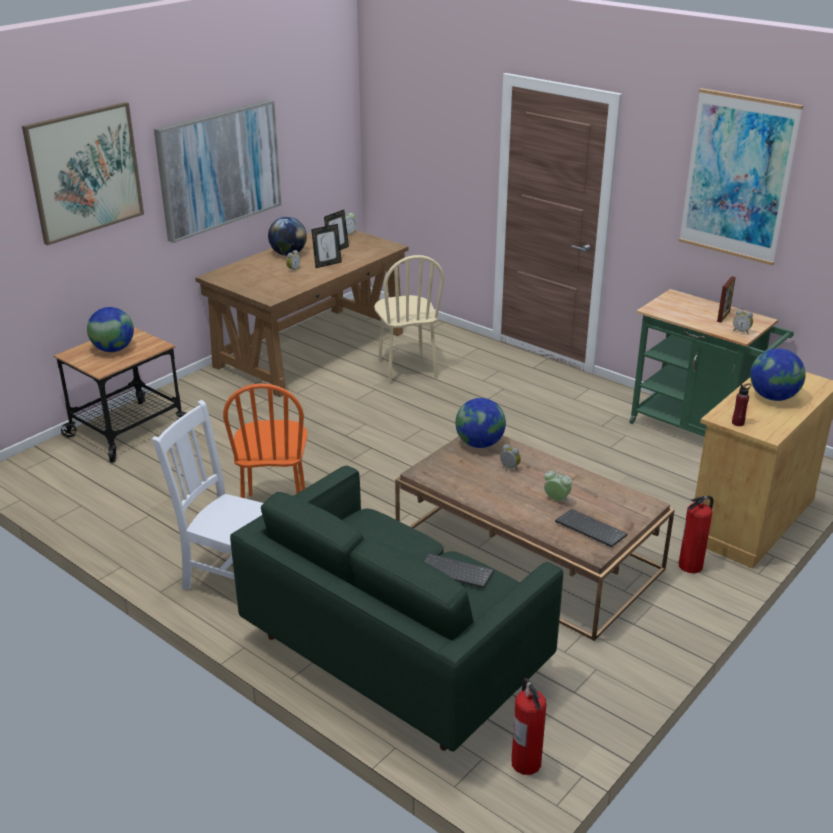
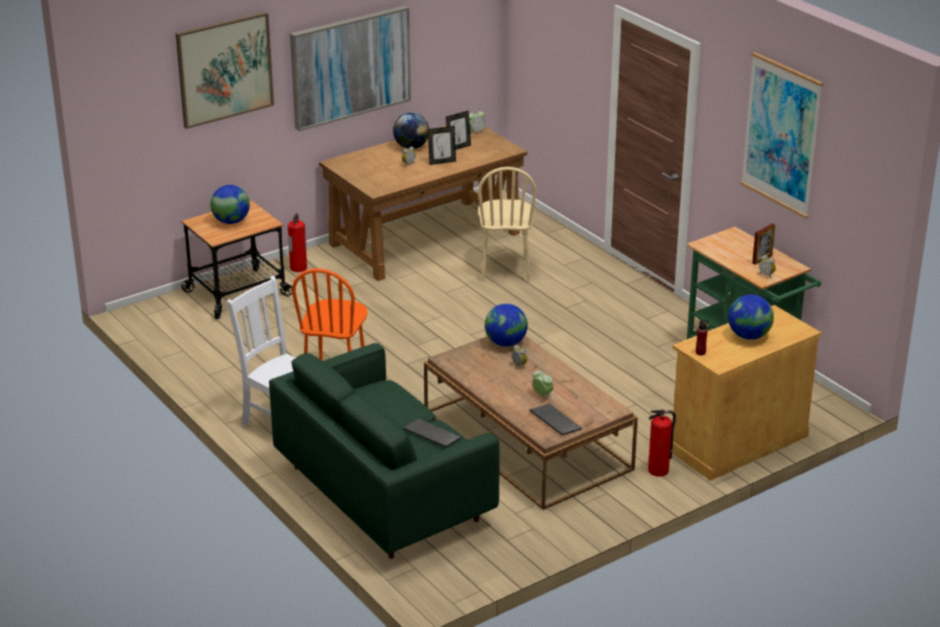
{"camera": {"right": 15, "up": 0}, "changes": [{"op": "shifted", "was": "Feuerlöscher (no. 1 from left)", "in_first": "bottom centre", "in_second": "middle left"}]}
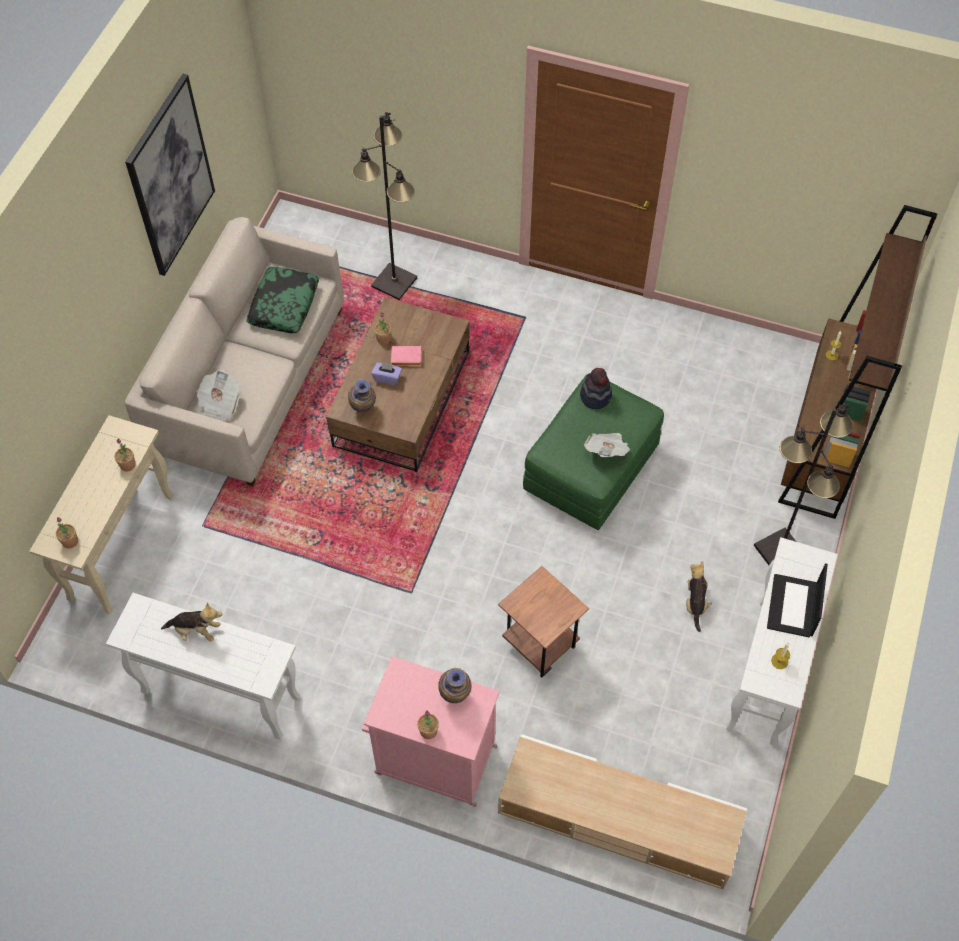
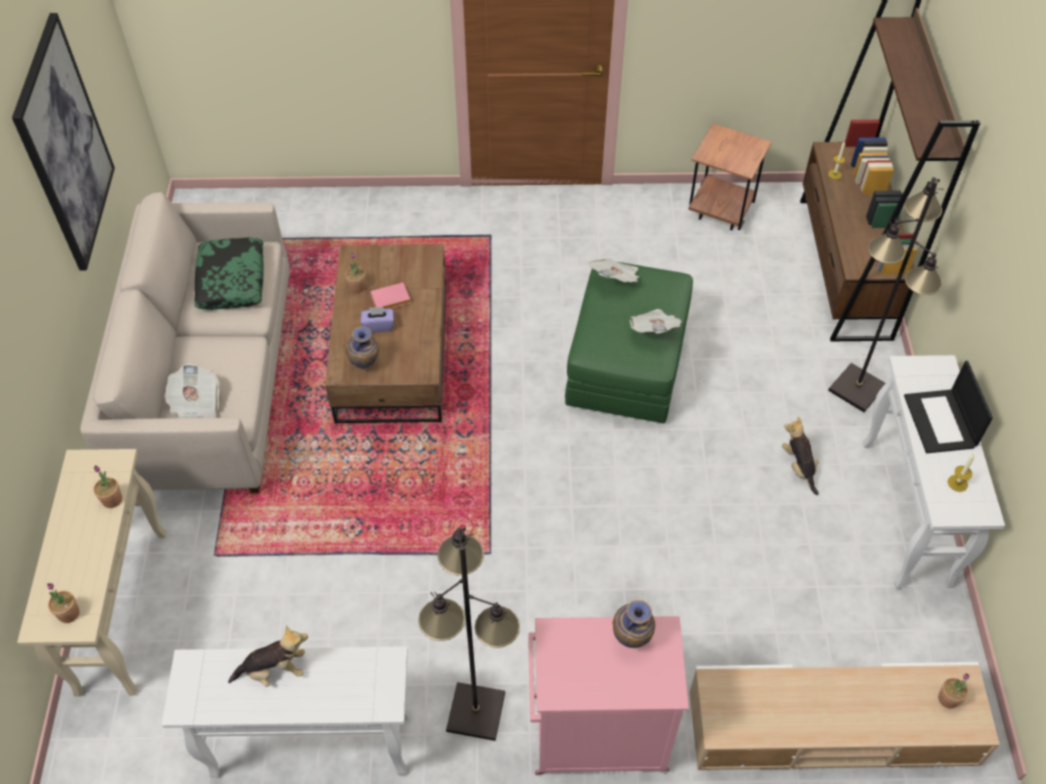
{"camera": {"right": -20, "up": -5}, "changes": [{"op": "shifted", "was": "Stehlampe/schwarz (no. 1 from left)", "in_first": "top centre", "in_second": "bottom centre"}, {"op": "swapped", "was": "Hut", "now": "Zeitung (no. 2 from left)", "in_first": "centre", "in_second": "centre"}, {"op": "shifted", "was": "Beistelltisch/braun", "in_first": "centre", "in_second": "top right"}, {"op": "shifted", "was": "Topfpflanze (no. 4 from left)", "in_first": "bottom centre", "in_second": "bottom right"}]}
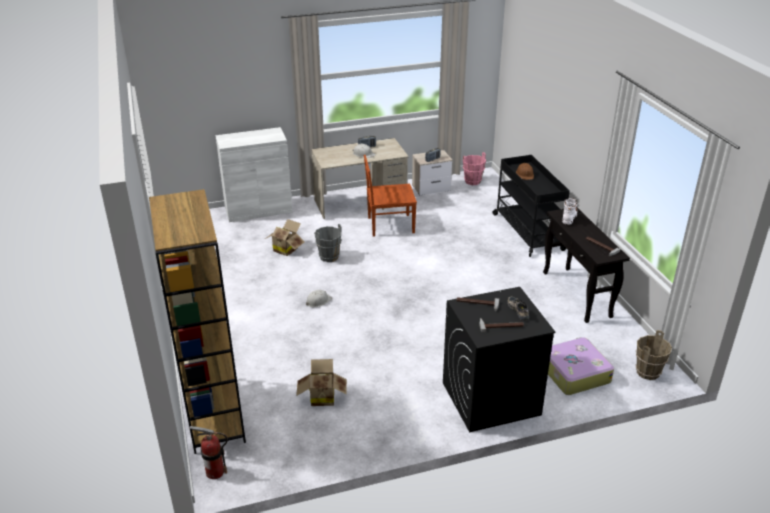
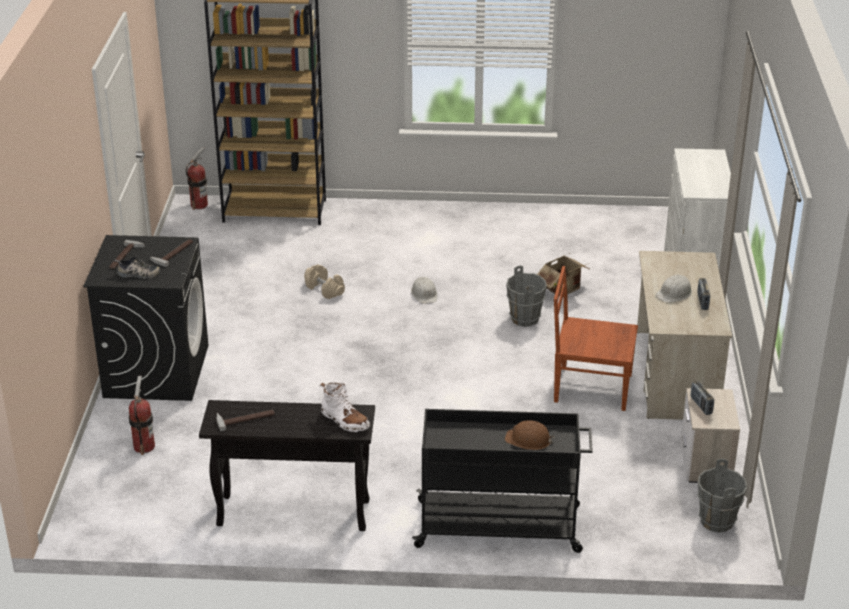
{"camera": {"right": 110, "up": 0}, "changes": [{"op": "repainted", "was": "Eimer/rosa", "now": "Eimer/grau (no. 2 from left)", "in_first": "top centre", "in_second": "bottom right"}, {"op": "rotated", "was": "Stuhl/braun", "in_first": "centre", "in_second": "middle right", "clockwise": -90}, {"op": "gone", "was": "Eimer/braun", "in_first": "bottom right"}, {"op": "swapped", "was": "Koffer", "now": "Feuerlöscher (no. 1 from left)", "in_first": "bottom right", "in_second": "bottom left"}, {"op": "gone", "was": "Karton (no. 2 from left)", "in_first": "bottom centre"}, {"op": "new", "now": "Hantel/beige", "in_second": "centre"}]}
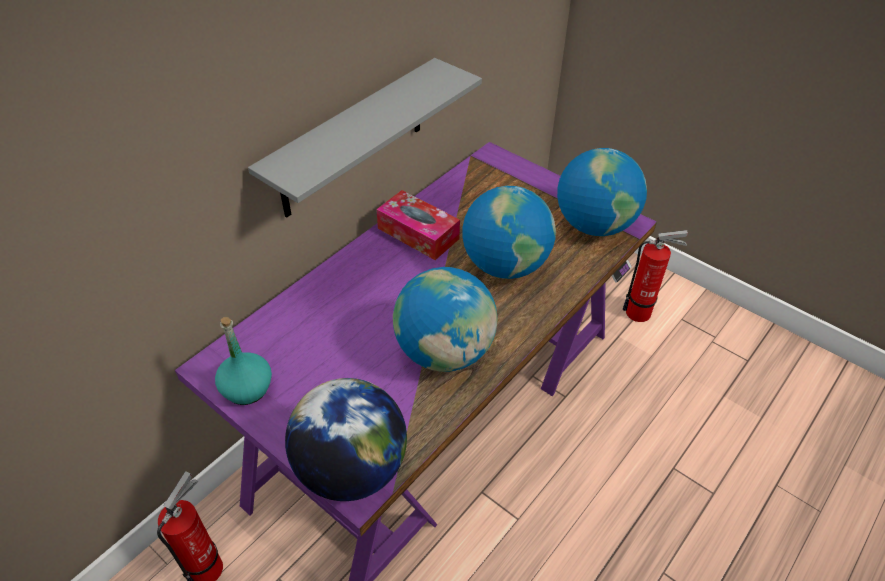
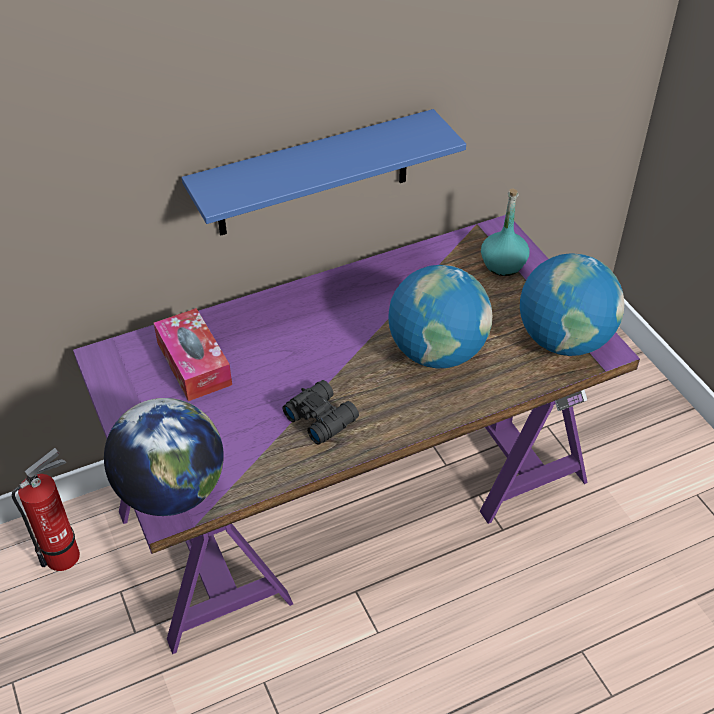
{"camera": {"right": 25, "up": 0}, "changes": [{"op": "repainted", "was": "Wandregal/grau", "now": "Wandregal/blau", "in_first": "top centre", "in_second": "top centre"}, {"op": "shifted", "was": "Taschentuchbox", "in_first": "centre", "in_second": "middle left"}, {"op": "gone", "was": "Feuerlöscher (no. 2 from left)", "in_first": "middle right"}, {"op": "swapped", "was": "Globus (no. 2 from left)", "now": "Fernglas/schwarz", "in_first": "centre", "in_second": "centre"}, {"op": "shifted", "was": "Flasche/türkis", "in_first": "middle left", "in_second": "top right"}]}
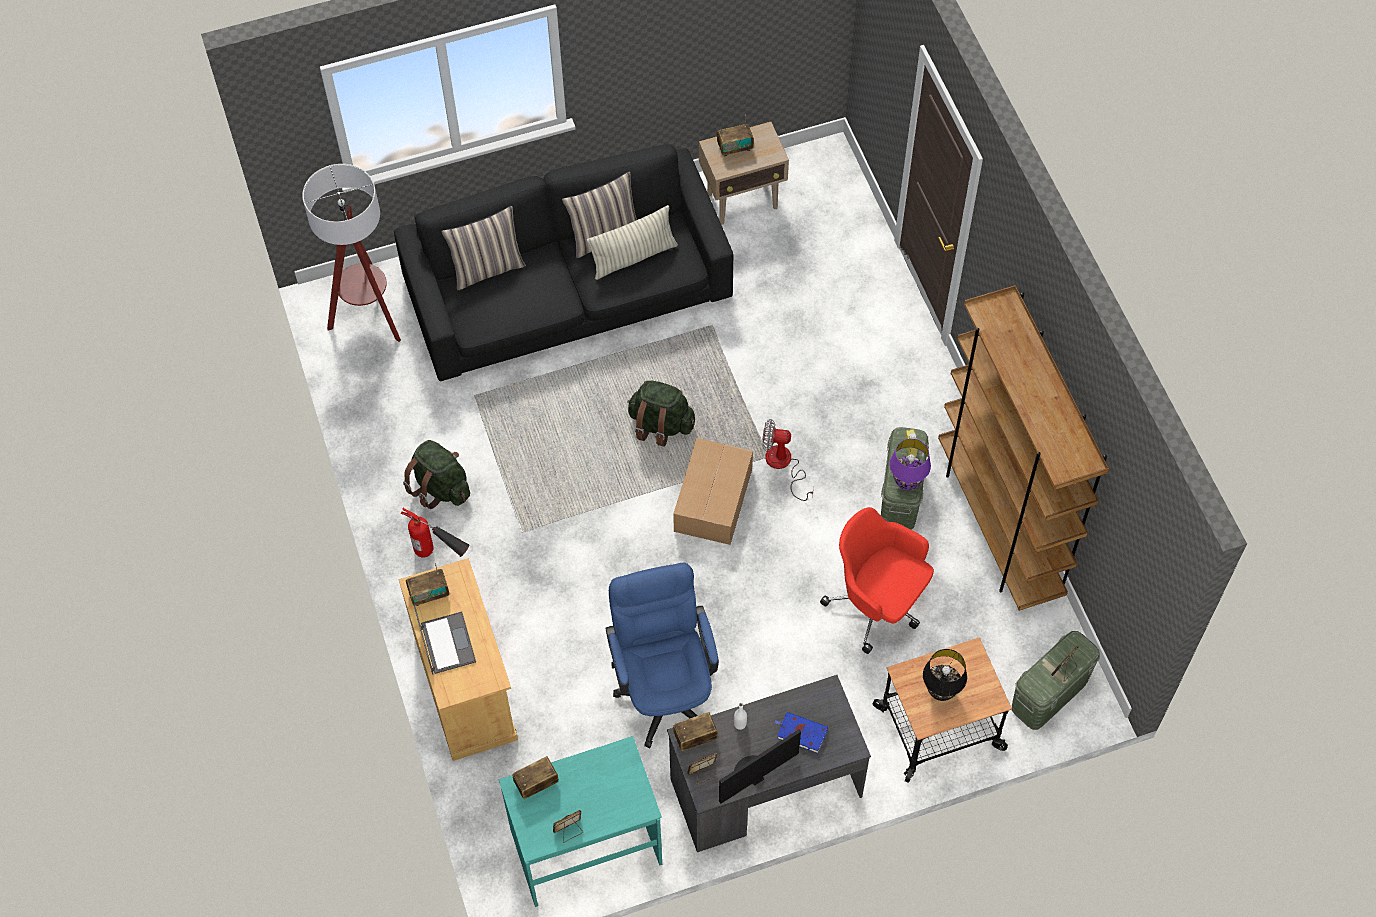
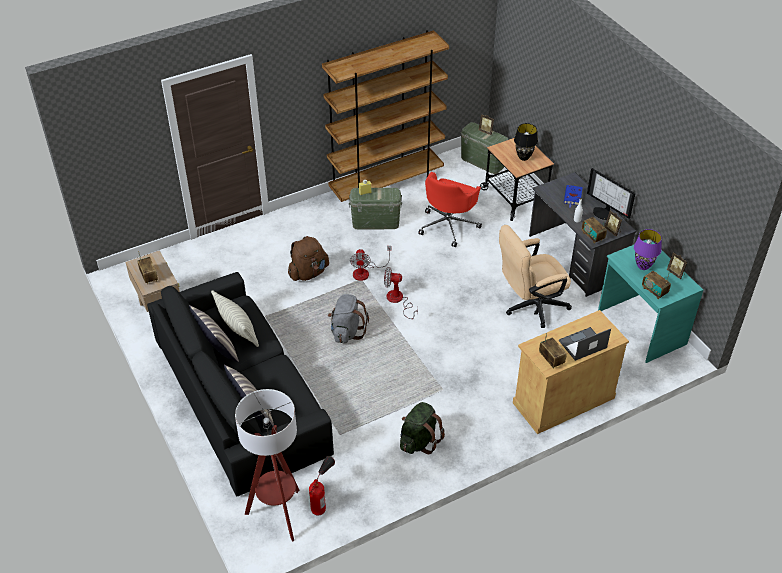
{"camera": {"right": -100, "up": -15}, "changes": [{"op": "repainted", "was": "Rucksack/grün (no. 2 from left)", "now": "Rucksack/grau", "in_first": "centre", "in_second": "centre"}, {"op": "swapped", "was": "Karton", "now": "Ventilator (no. 2 from left)", "in_first": "centre", "in_second": "centre"}, {"op": "shifted", "was": "Tischlampe/lila", "in_first": "centre", "in_second": "middle right"}, {"op": "shifted", "was": "Feuerlöscher", "in_first": "middle left", "in_second": "bottom centre"}, {"op": "repainted", "was": "Bürostuhl/blau", "now": "Bürostuhl/beige", "in_first": "bottom centre", "in_second": "middle right"}, {"op": "new", "now": "Rucksack/braun", "in_second": "centre"}]}
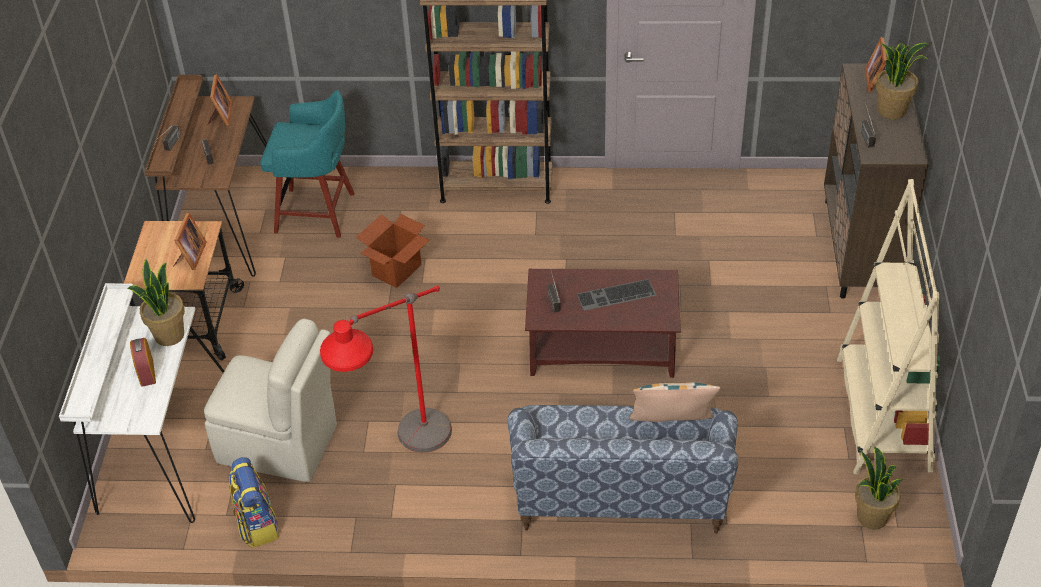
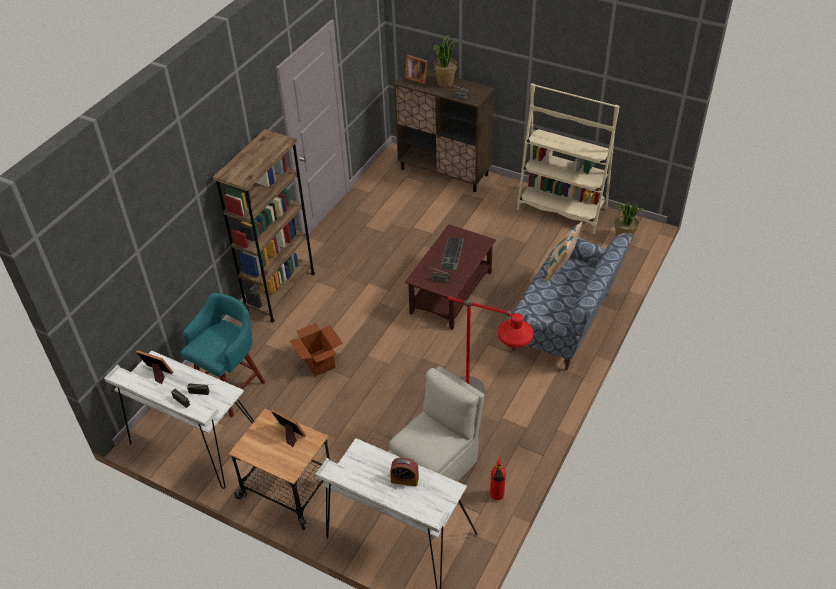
{"camera": {"right": -65, "up": 0}, "changes": [{"op": "repainted", "was": "Schreibtisch/braun", "now": "Schreibtisch/weiß (no. 1 from left)", "in_first": "top left", "in_second": "bottom left"}, {"op": "gone", "was": "Topfpflanze (no. 1 from left)", "in_first": "middle left"}, {"op": "swapped", "was": "Rucksack", "now": "Feuerlöscher", "in_first": "bottom left", "in_second": "bottom centre"}]}
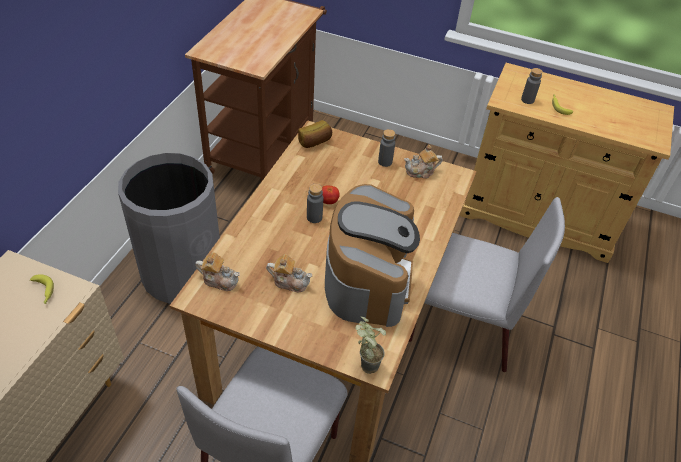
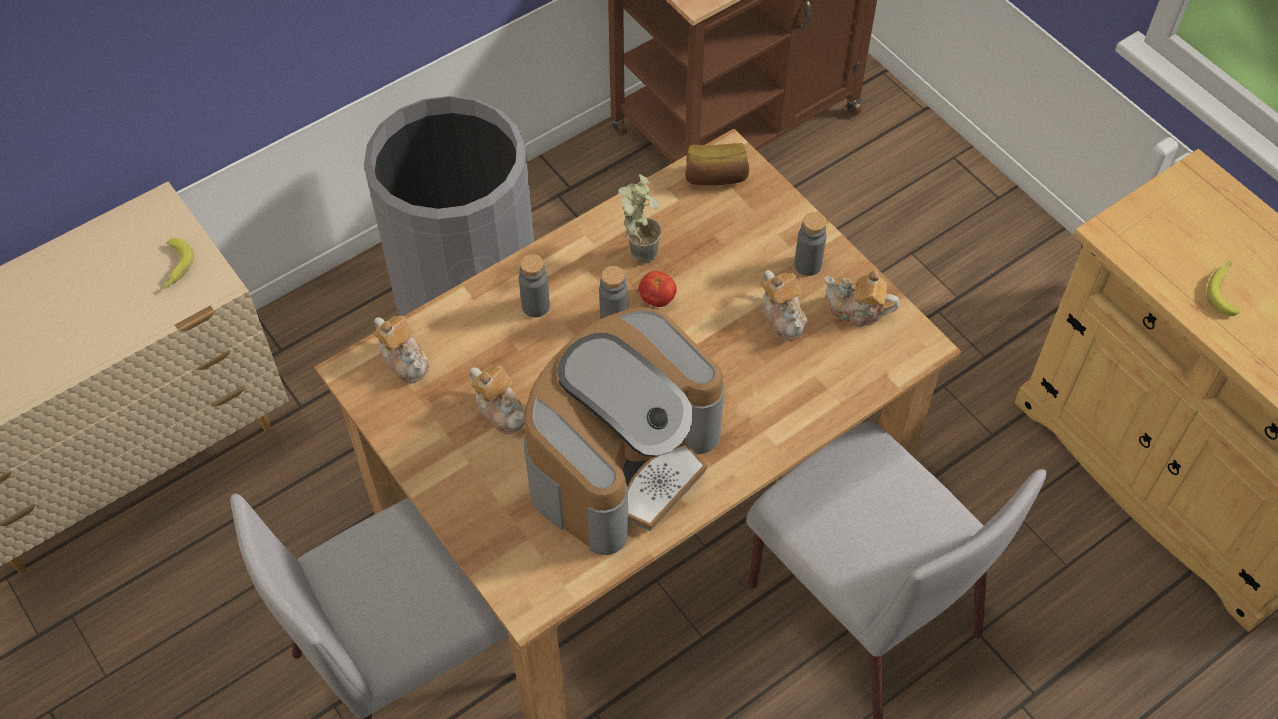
{"camera": {"right": 35, "up": 10}, "changes": [{"op": "shifted", "was": "Flasche/grau (no. 3 from left in the first image)", "now": "Flasche/grau (no. 1 from left)", "in_first": "top right", "in_second": "centre"}, {"op": "shifted", "was": "Topfpflanze", "in_first": "bottom centre", "in_second": "top centre"}, {"op": "new", "now": "Teekanne (no. 3 from left)", "in_second": "centre"}]}
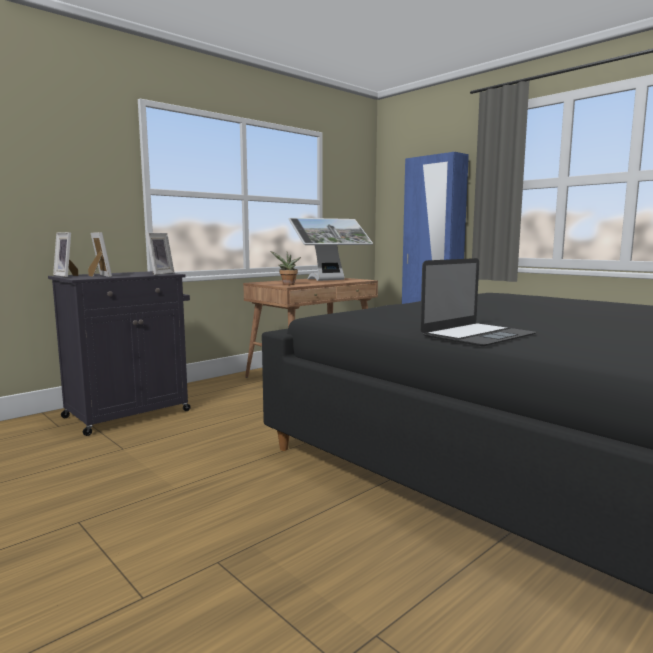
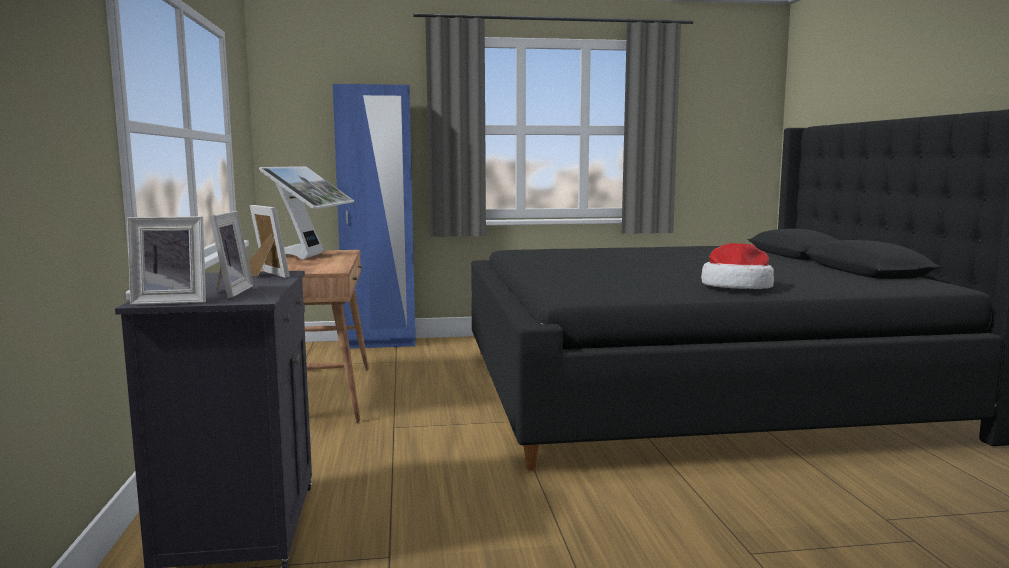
{"camera": {"right": -55, "up": 0}, "changes": [{"op": "rotated", "was": "Bilderrahmen (no. 2 from left)", "in_first": "middle left", "in_second": "middle left", "clockwise": 90}, {"op": "gone", "was": "Topfpflanze", "in_first": "centre"}, {"op": "swapped", "was": "Laptop", "now": "Hut", "in_first": "middle right", "in_second": "middle right"}]}
